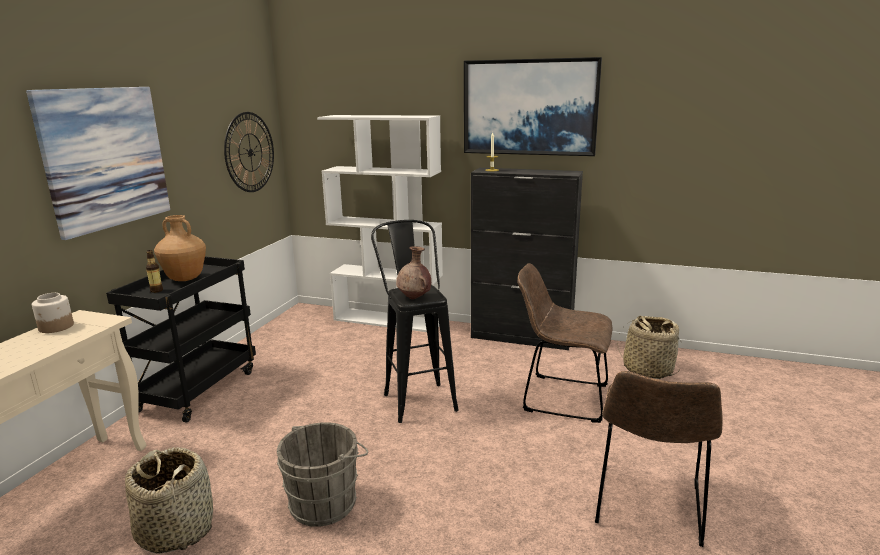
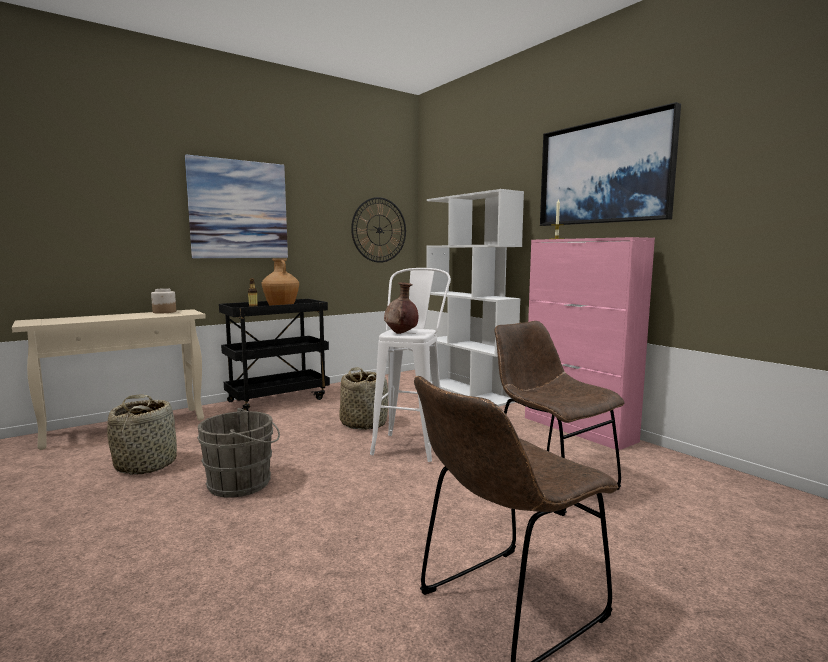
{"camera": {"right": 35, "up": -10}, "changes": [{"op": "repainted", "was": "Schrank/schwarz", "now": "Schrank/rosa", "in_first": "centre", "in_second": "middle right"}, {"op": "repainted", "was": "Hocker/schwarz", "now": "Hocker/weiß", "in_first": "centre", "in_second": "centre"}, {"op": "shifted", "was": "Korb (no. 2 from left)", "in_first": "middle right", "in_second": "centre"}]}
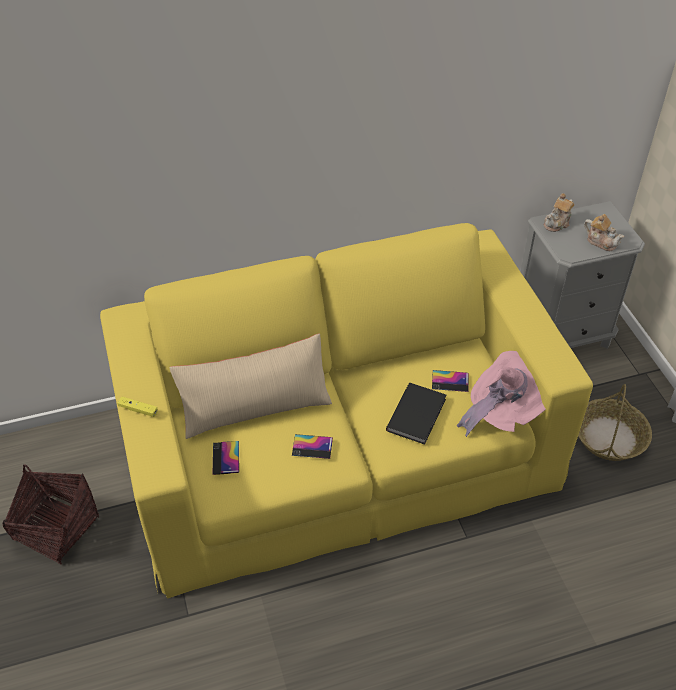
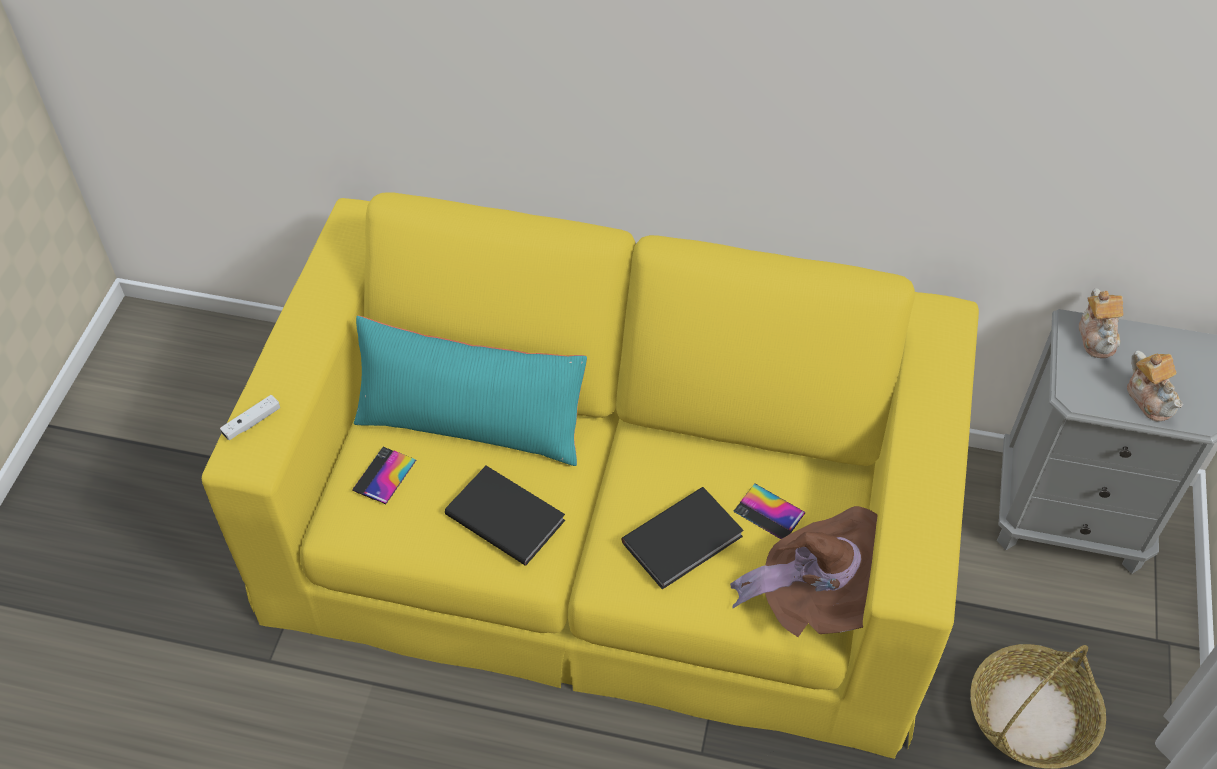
{"camera": {"right": 30, "up": 5}, "changes": [{"op": "rotated", "was": "Teekanne (no. 1 from left)", "in_first": "top right", "in_second": "middle right", "clockwise": -75}, {"op": "repainted", "was": "Kissen/beige", "now": "Kissen/türkis", "in_first": "centre", "in_second": "centre"}, {"op": "repainted", "was": "Hut/rosa", "now": "Hut/braun", "in_first": "middle right", "in_second": "bottom centre"}, {"op": "gone", "was": "Gamepad/gelb", "in_first": "middle left"}, {"op": "swapped", "was": "Handy (no. 2 from left)", "now": "Buch/schwarz (no. 1 from left)", "in_first": "centre", "in_second": "bottom centre"}, {"op": "gone", "was": "Korb (no. 1 from left)", "in_first": "bottom left"}, {"op": "new", "now": "Gamepad/weiß", "in_second": "middle left"}]}
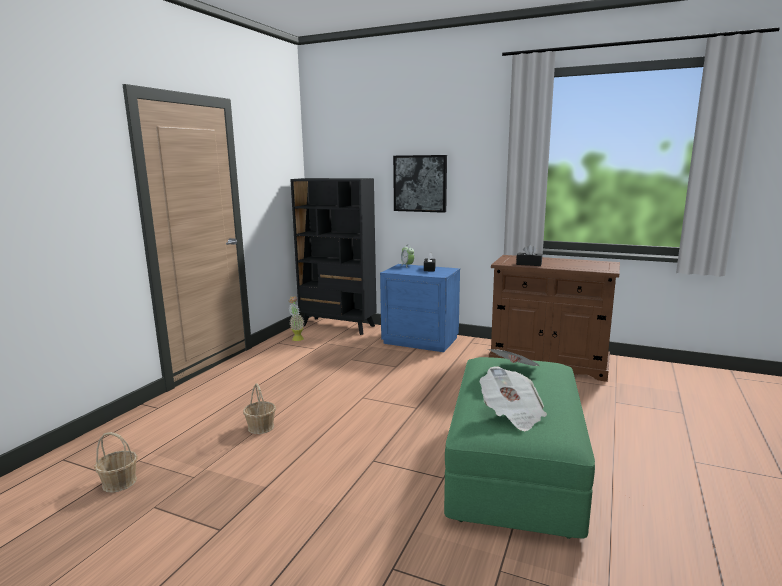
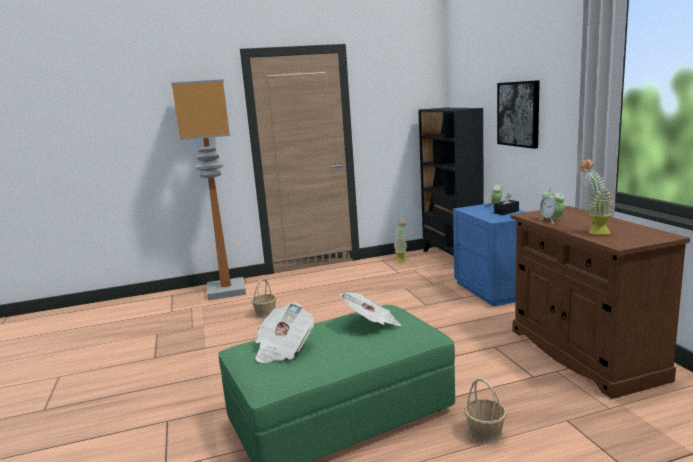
{"camera": {"right": 50, "up": 0}, "changes": [{"op": "swapped", "was": "Taschentuchbox/schwarz (no. 2 from left)", "now": "Wecker (no. 2 from left)", "in_first": "middle right", "in_second": "middle right"}, {"op": "shifted", "was": "Korb (no. 1 from left in the first image)", "now": "Korb (no. 2 from left)", "in_first": "bottom left", "in_second": "bottom right"}, {"op": "new", "now": "Stehlampe", "in_second": "middle left"}, {"op": "new", "now": "Topfpflanze (no. 2 from left)", "in_second": "middle right"}]}
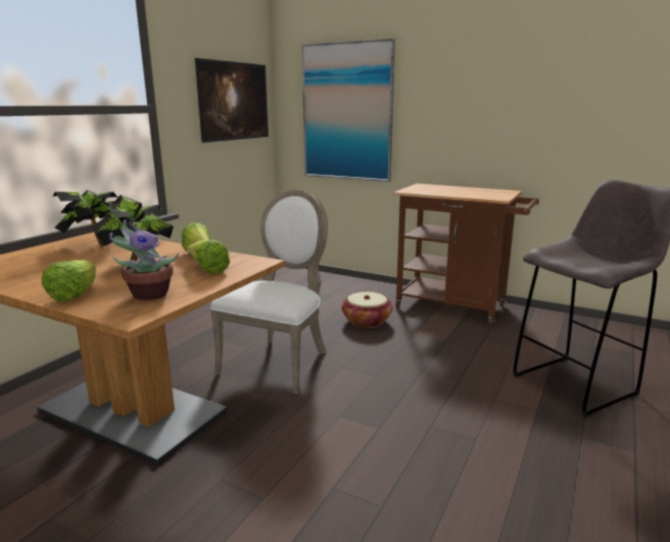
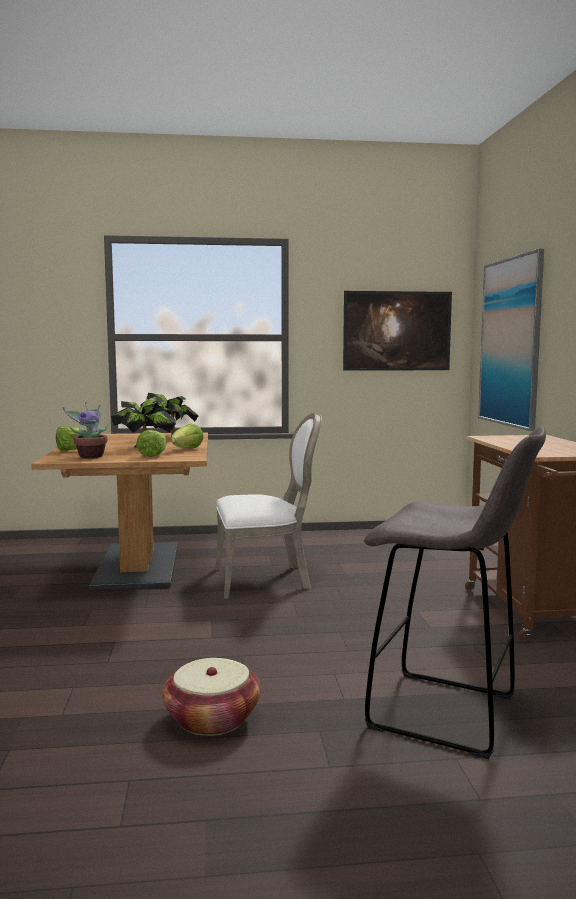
{"camera": {"right": 55, "up": -10}, "changes": [{"op": "shifted", "was": "Korb", "in_first": "centre", "in_second": "bottom centre"}]}
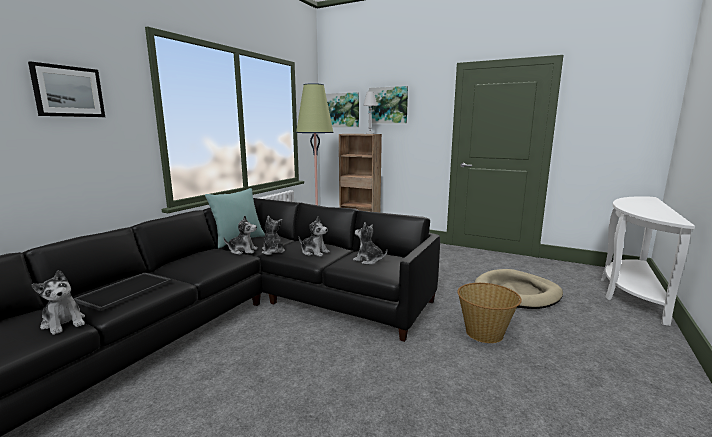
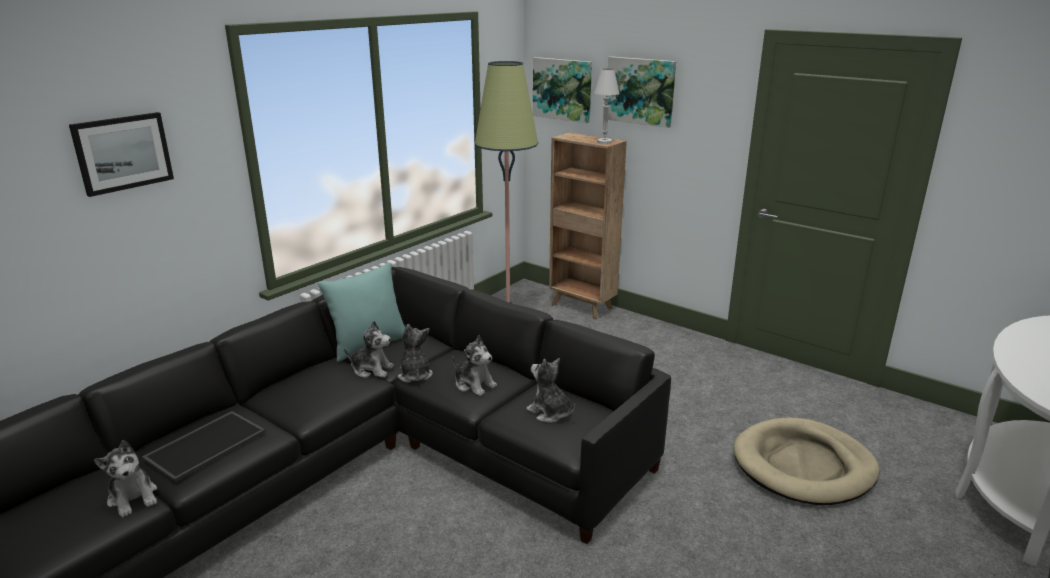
{"camera": {"right": 10, "up": 10}, "changes": [{"op": "gone", "was": "Korb", "in_first": "bottom right"}]}
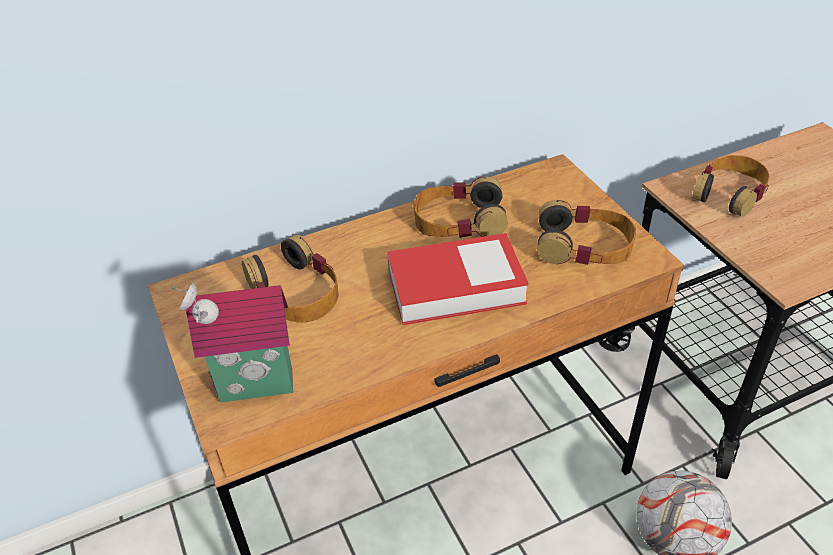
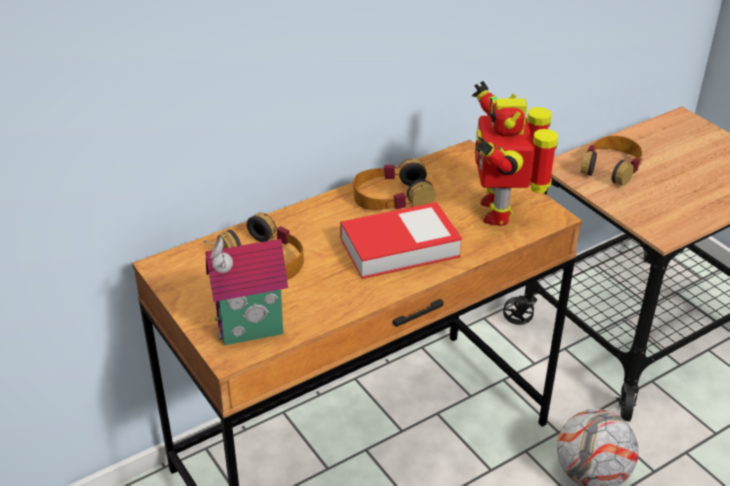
{"camera": {"right": -10, "up": -5}, "changes": [{"op": "swapped", "was": "Kopfhörer (no. 3 from left)", "now": "Spielzeugroboter", "in_first": "middle right", "in_second": "top right"}]}
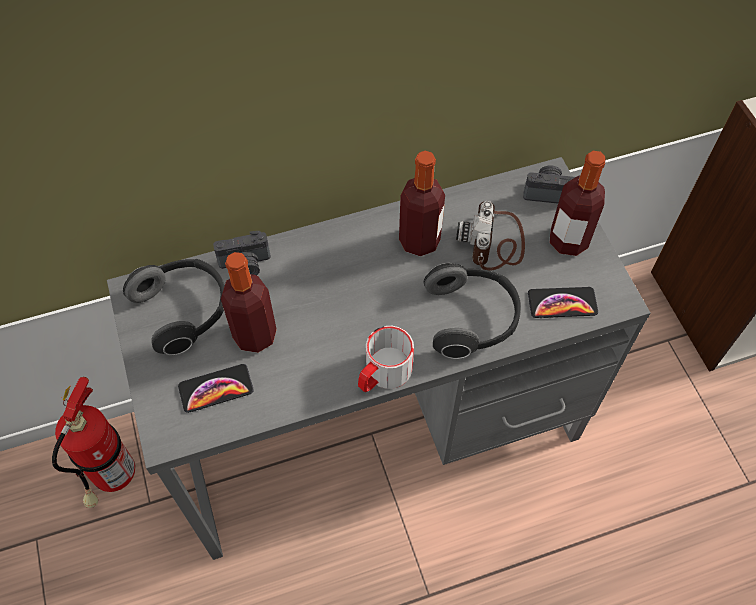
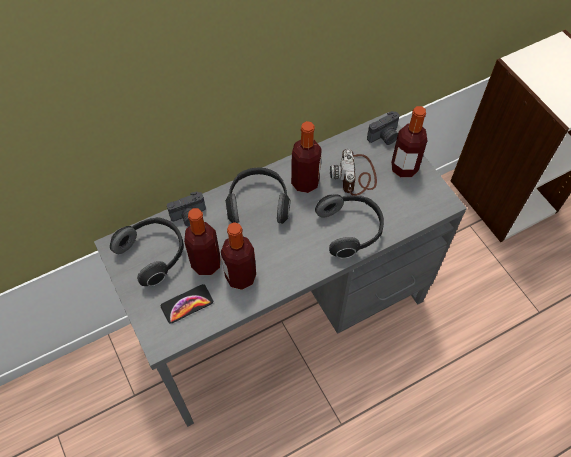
{"camera": {"right": -10, "up": 0}, "changes": [{"op": "rotated", "was": "Kamera (no. 3 from left)", "in_first": "top right", "in_second": "top right", "clockwise": 150}, {"op": "gone", "was": "Handy (no. 2 from left)", "in_first": "middle right"}, {"op": "gone", "was": "Henkelbecher", "in_first": "centre"}, {"op": "gone", "was": "Feuerlöscher", "in_first": "bottom left"}, {"op": "new", "now": "Kopfhörer (no. 2 from left)", "in_second": "centre"}, {"op": "new", "now": "Flasche (no. 2 from left)", "in_second": "centre"}]}
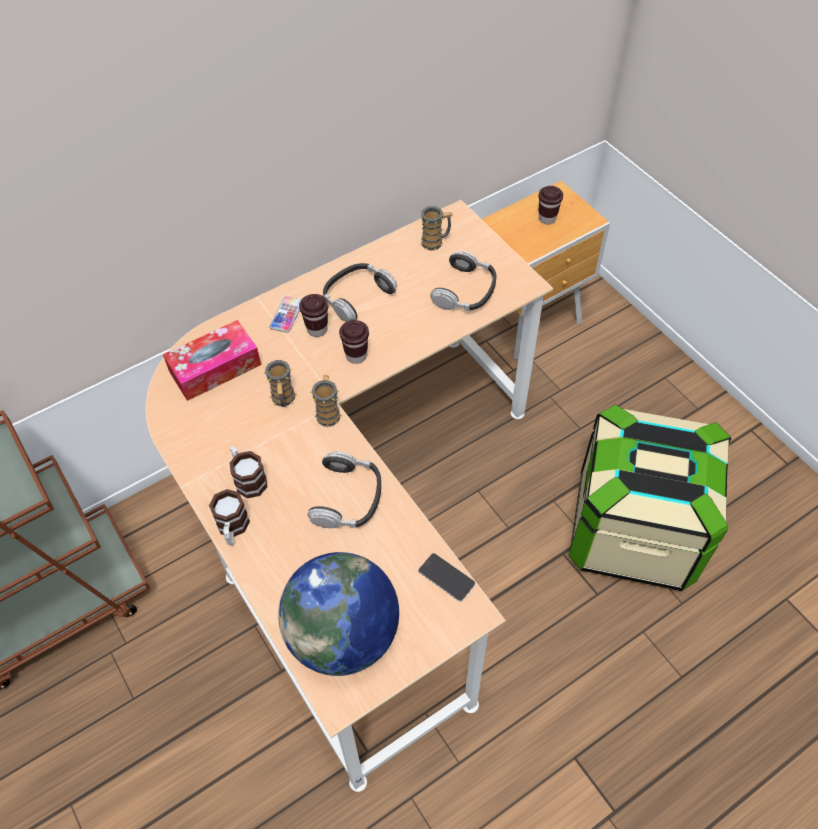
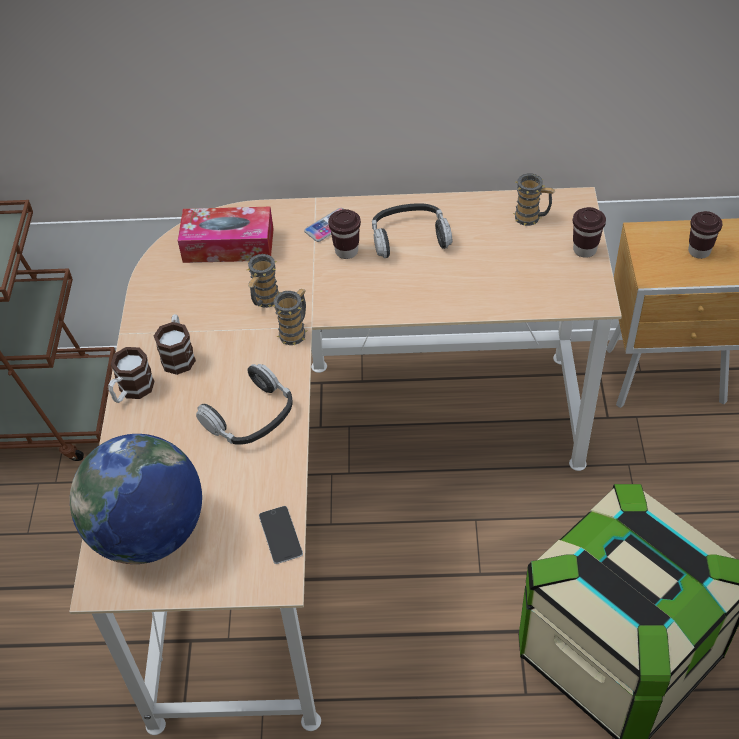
{"camera": {"right": 35, "up": -5}, "changes": [{"op": "gone", "was": "Kopfhörer (no. 3 from left)", "in_first": "centre"}, {"op": "shifted", "was": "Tasse/braun (no. 2 from left)", "in_first": "centre", "in_second": "top right"}]}
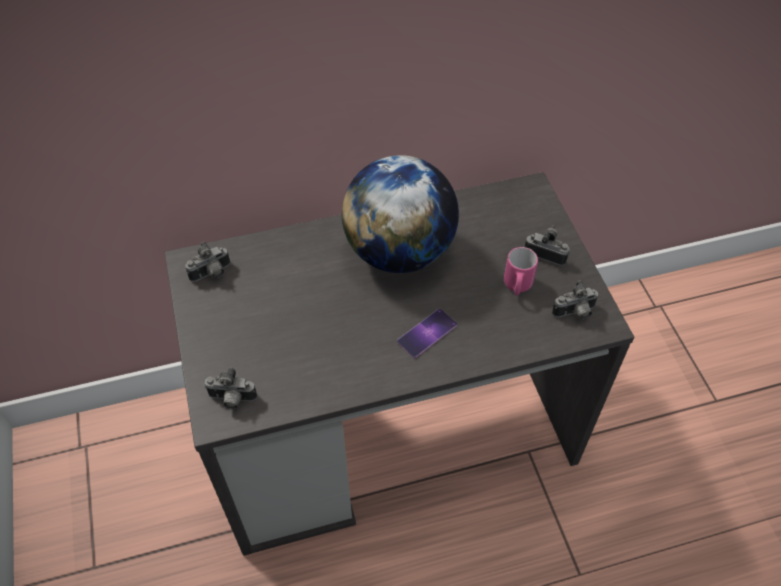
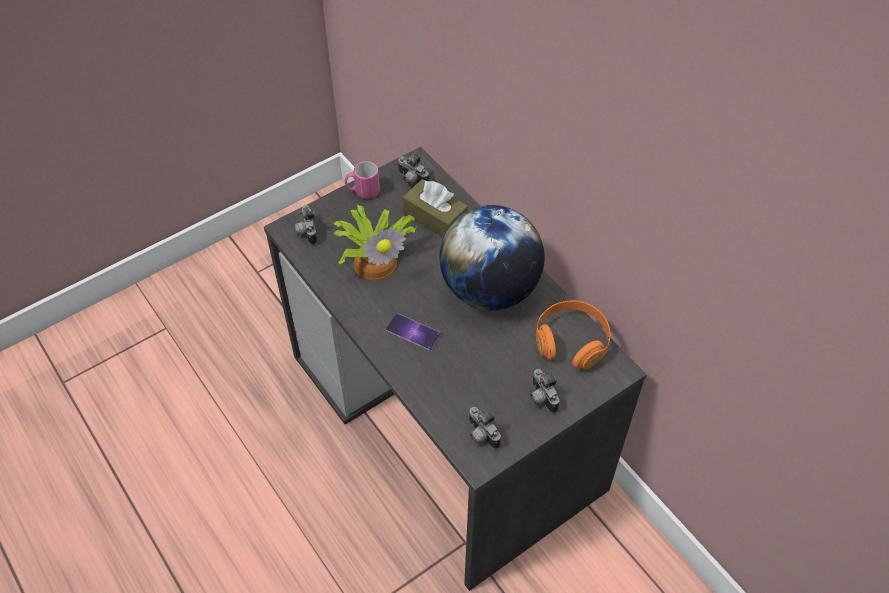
{"camera": {"right": 70, "up": 0}, "changes": [{"op": "rotated", "was": "Kamera (no. 3 from left in the first image)", "in_first": "middle right", "in_second": "centre", "clockwise": 150}, {"op": "shifted", "was": "Henkelbecher/rosa", "in_first": "middle right", "in_second": "top centre"}, {"op": "new", "now": "Taschentuchbox/braun", "in_second": "centre"}, {"op": "new", "now": "Topfpflanze", "in_second": "centre"}, {"op": "new", "now": "Kopfhörer/orange", "in_second": "centre"}]}
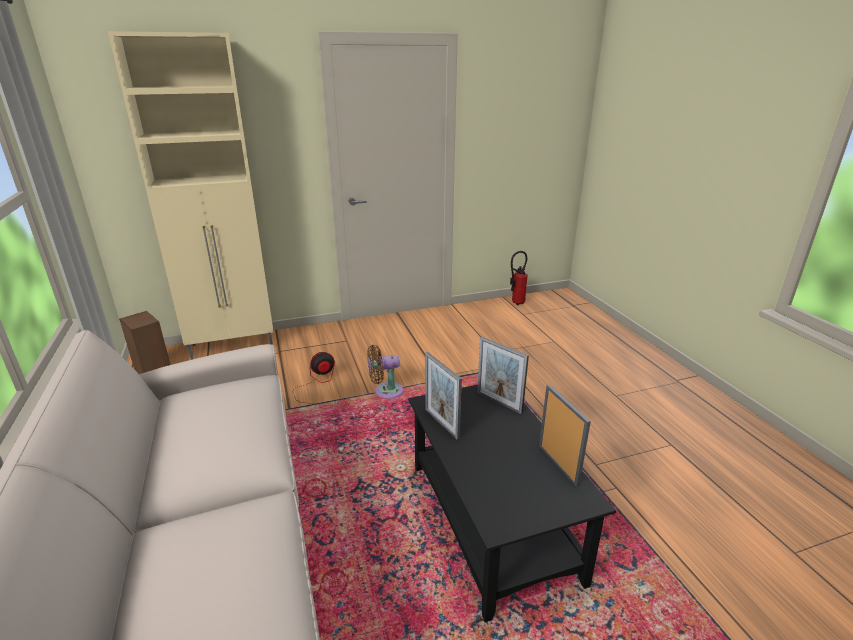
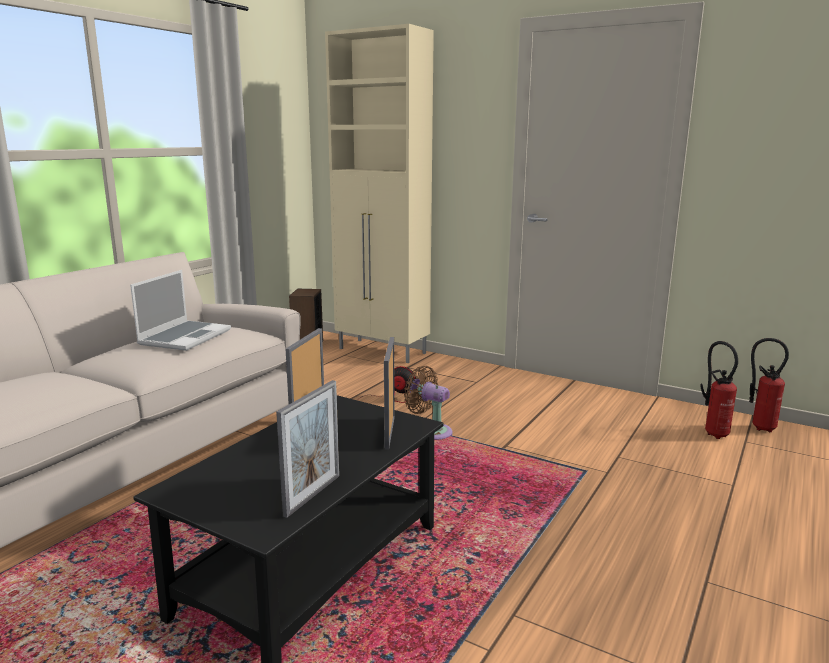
{"camera": {"right": 50, "up": -10}, "changes": [{"op": "new", "now": "Laptop", "in_second": "middle left"}, {"op": "new", "now": "Feuerlöscher (no. 1 from left)", "in_second": "middle right"}]}
